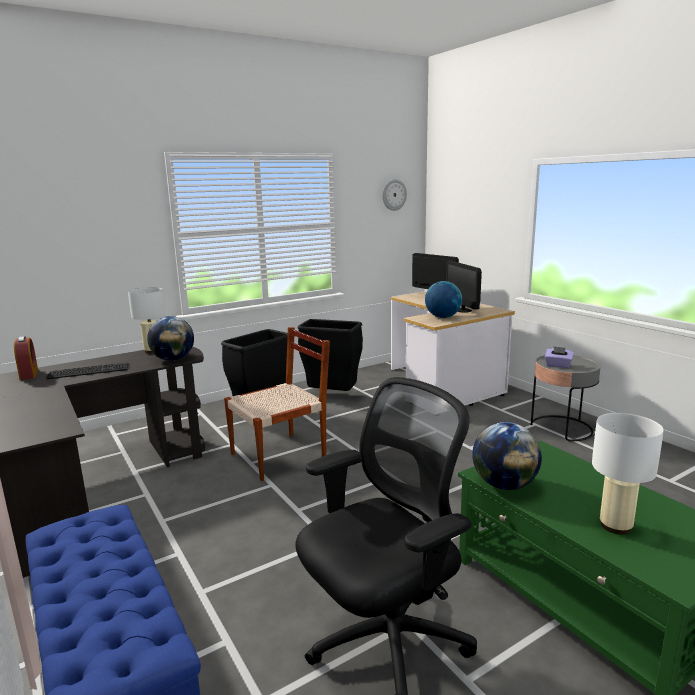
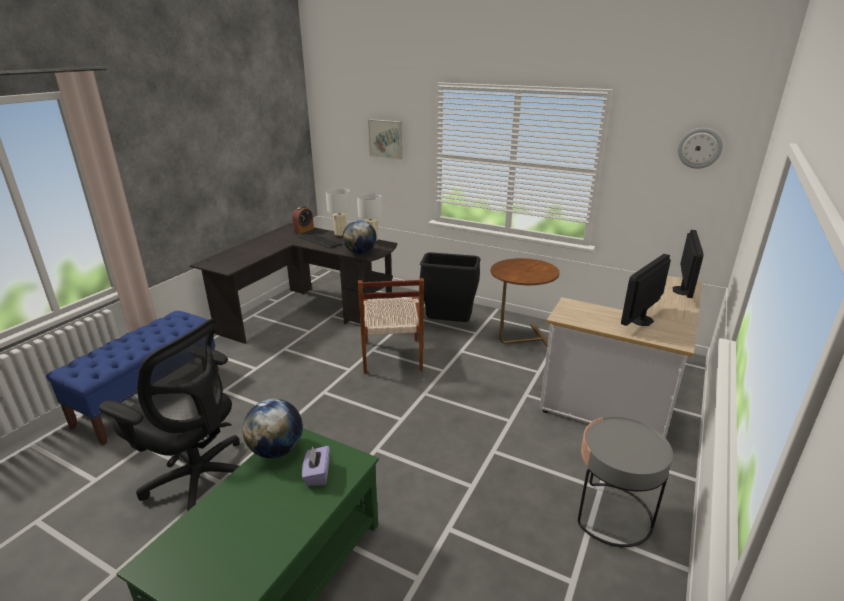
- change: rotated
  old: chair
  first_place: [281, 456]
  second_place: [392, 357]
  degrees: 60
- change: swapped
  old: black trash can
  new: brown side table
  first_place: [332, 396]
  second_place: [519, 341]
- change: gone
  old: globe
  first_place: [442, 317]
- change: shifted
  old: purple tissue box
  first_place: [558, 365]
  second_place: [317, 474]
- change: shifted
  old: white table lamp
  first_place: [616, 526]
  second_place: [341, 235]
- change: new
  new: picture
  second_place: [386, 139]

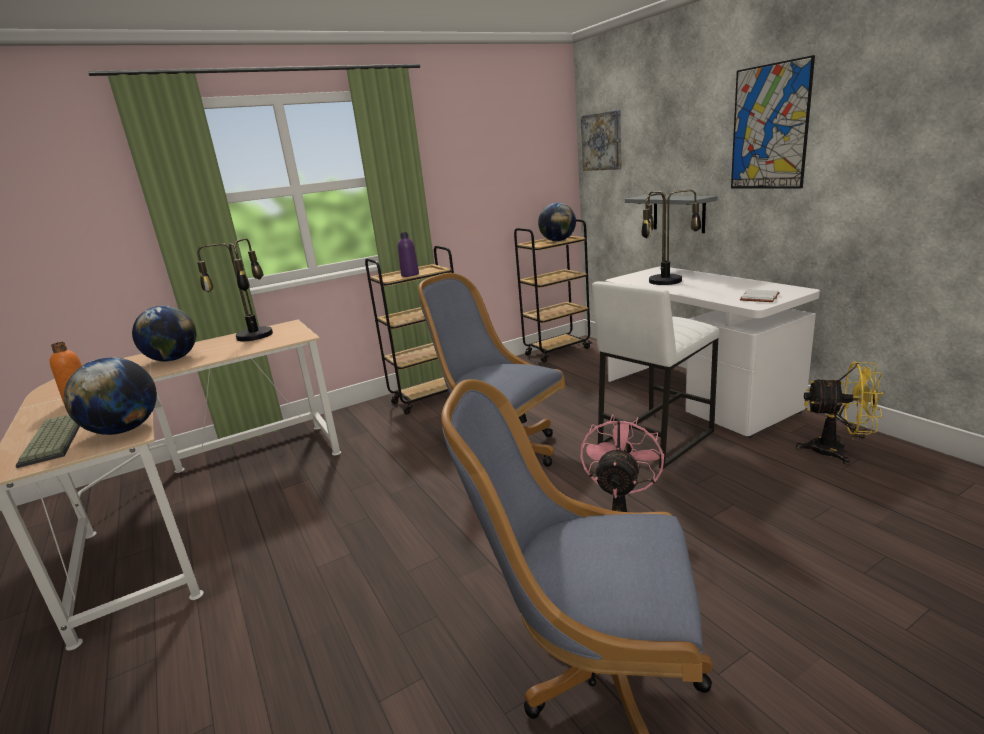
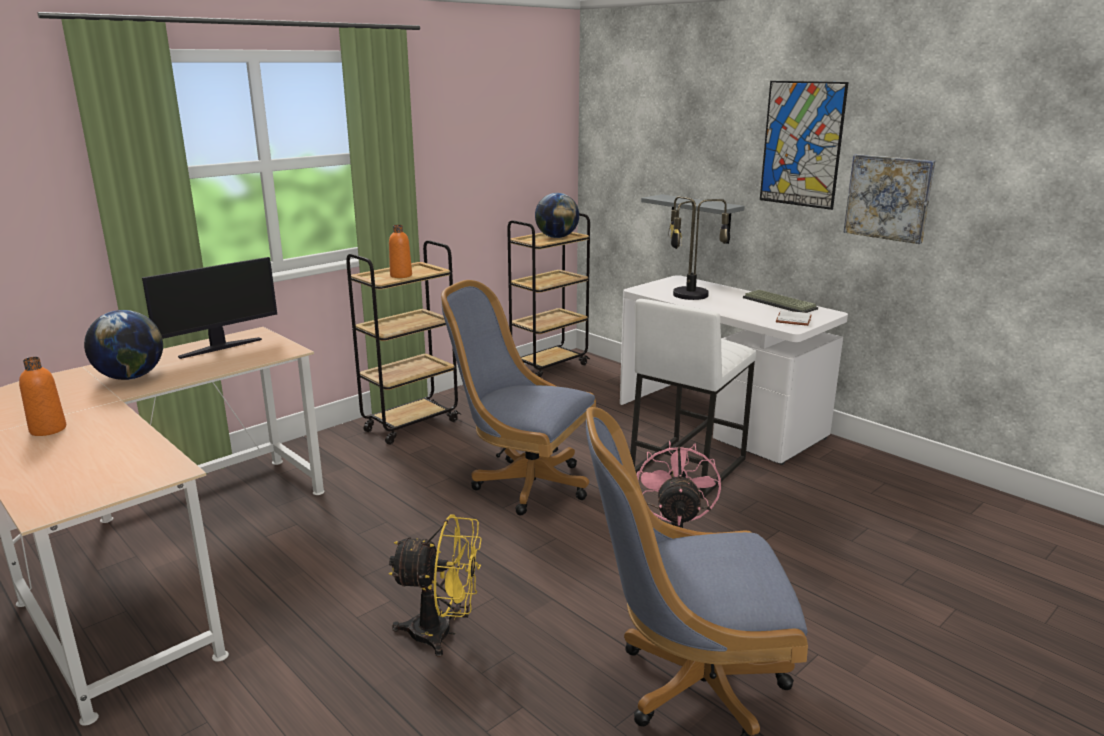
- change: shifted
  old: keyboard
  first_place: [56, 440]
  second_place: [781, 303]
- change: gone
  old: globe
  first_place: [124, 430]
- change: swapped
  old: table lamp
  new: monitor
  first_place: [254, 336]
  second_place: [220, 347]
- change: repainted
  old: purple bottle
  new: orange bottle
  first_place: [410, 275]
  second_place: [401, 275]
- change: shifted
  old: picture
  first_place: [602, 141]
  second_place: [889, 198]
- change: shifted
  old: yellow fan
  first_place: [837, 451]
  second_place: [442, 633]

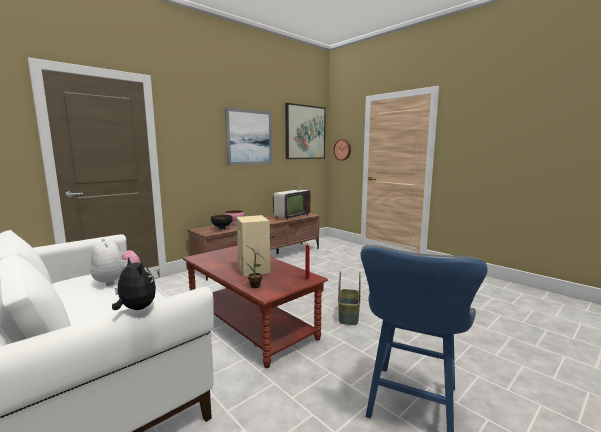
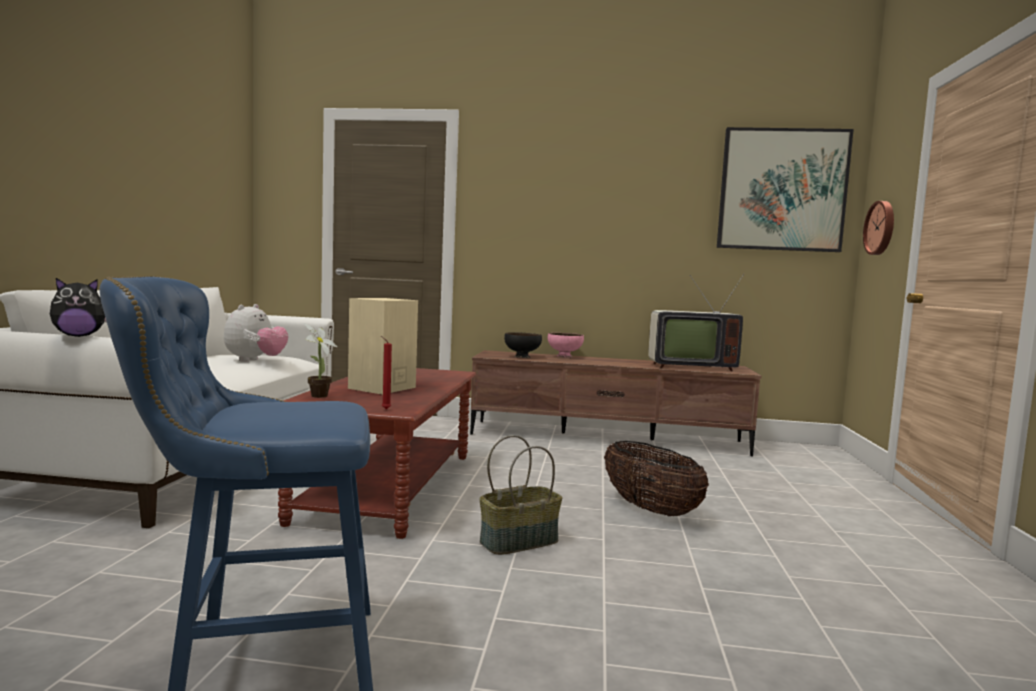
- change: rotated
  old: plush toy
  first_place: [136, 309]
  second_place: [79, 336]
  degrees: 60
- change: gone
  old: picture
  first_place: [249, 137]
- change: new
  new: basket
  second_place: [650, 509]

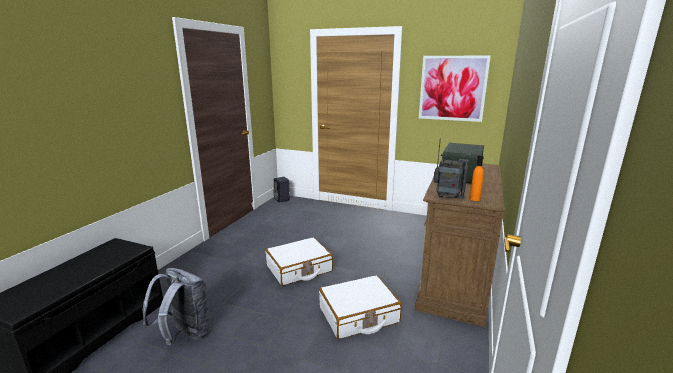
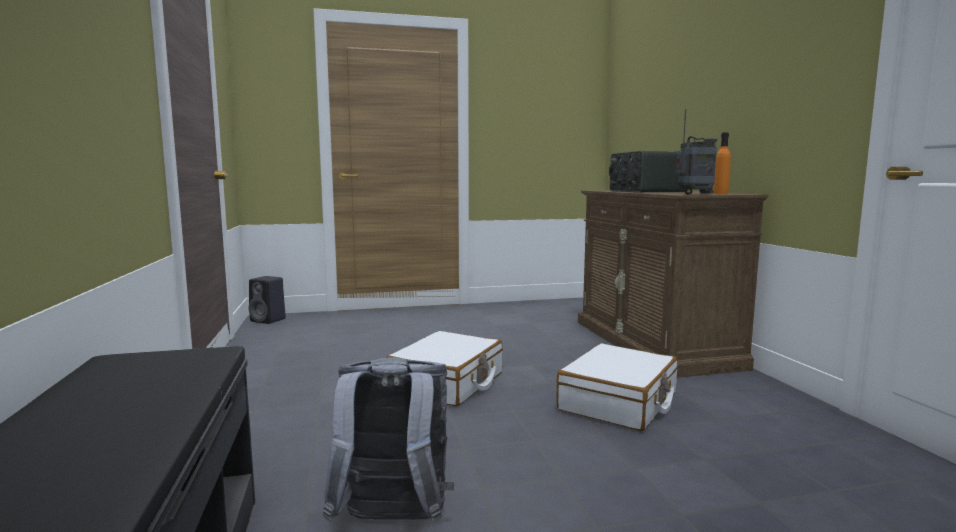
- change: gone
  old: picture
  first_place: [452, 88]

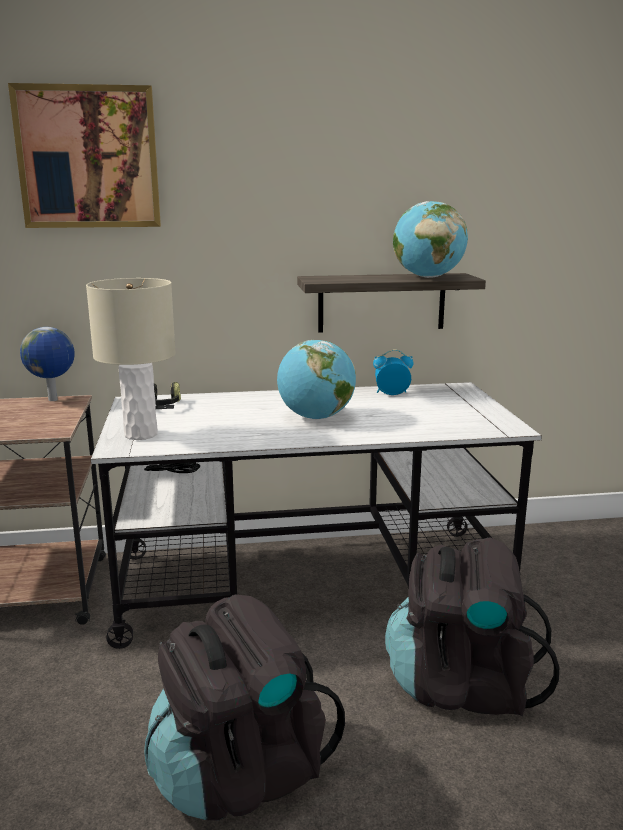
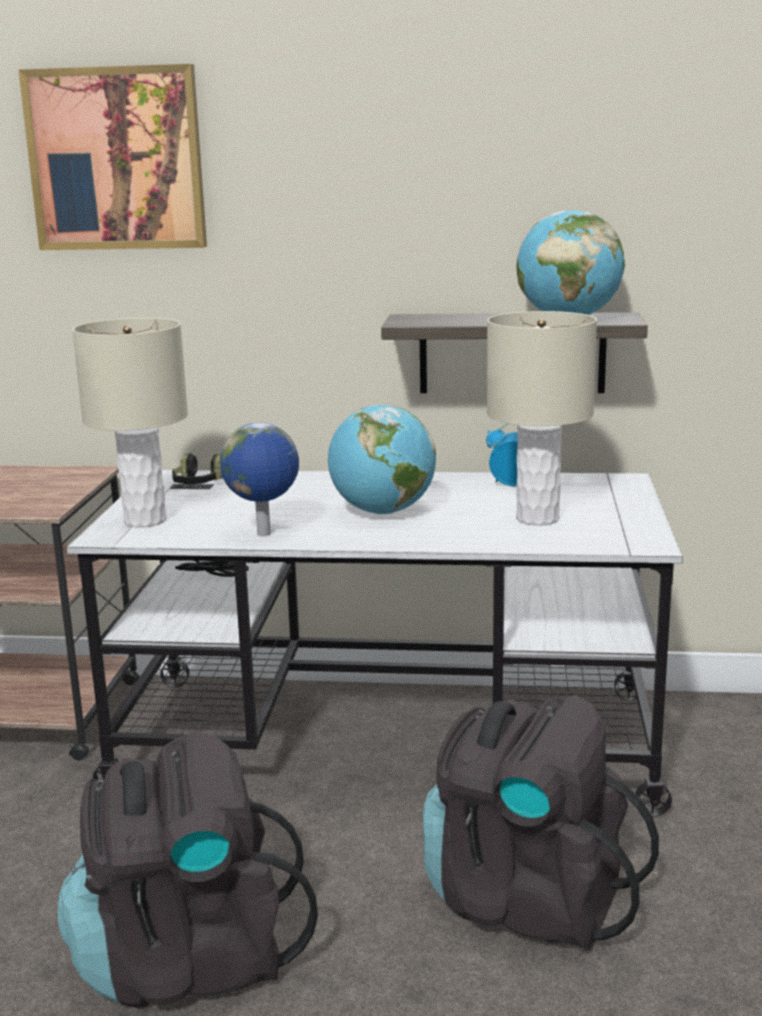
- change: shifted
  old: globe
  first_place: [53, 400]
  second_place: [264, 534]
- change: new
  new: beige table lamp
  second_place: [538, 519]

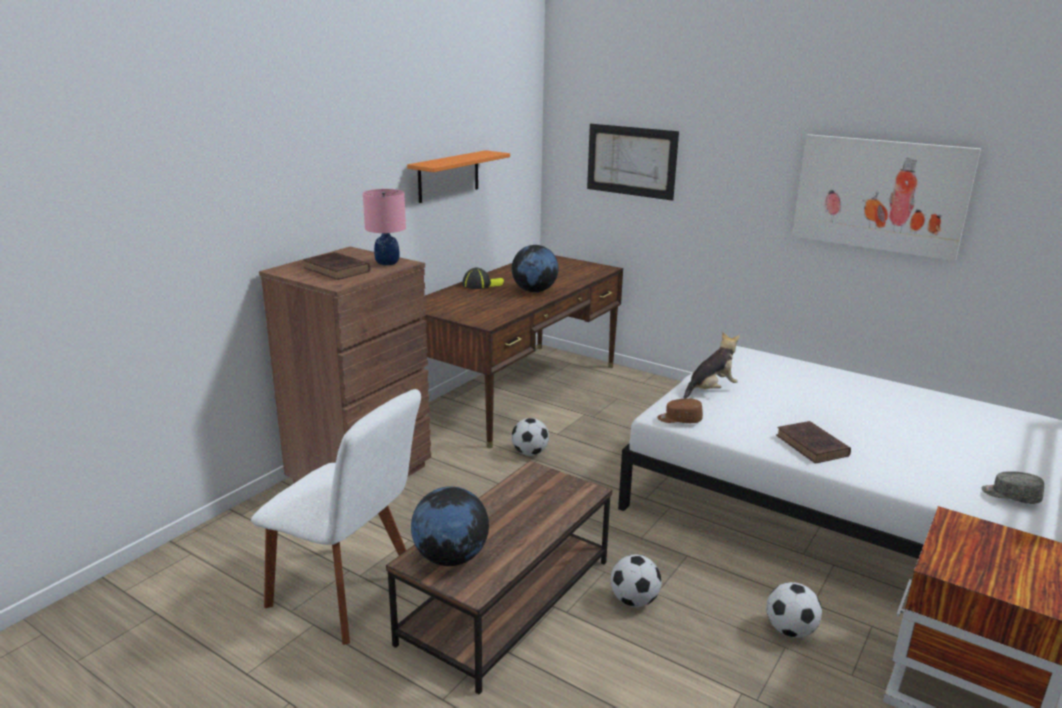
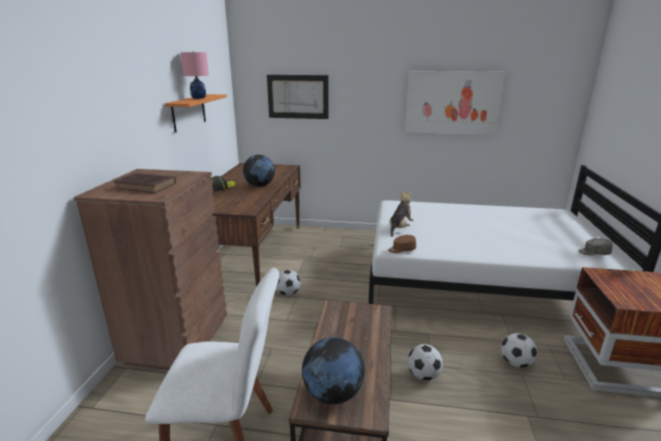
- change: shifted
  old: pink table lamp
  first_place: [388, 263]
  second_place: [199, 98]
- change: gone
  old: brown book
  first_place: [813, 446]

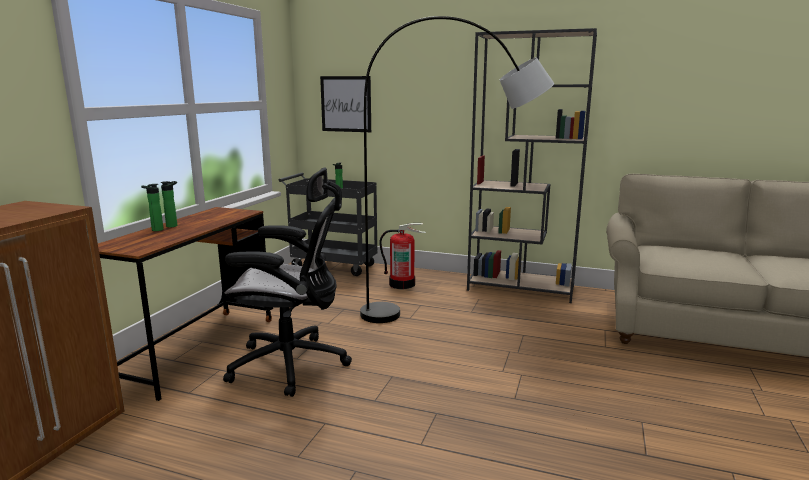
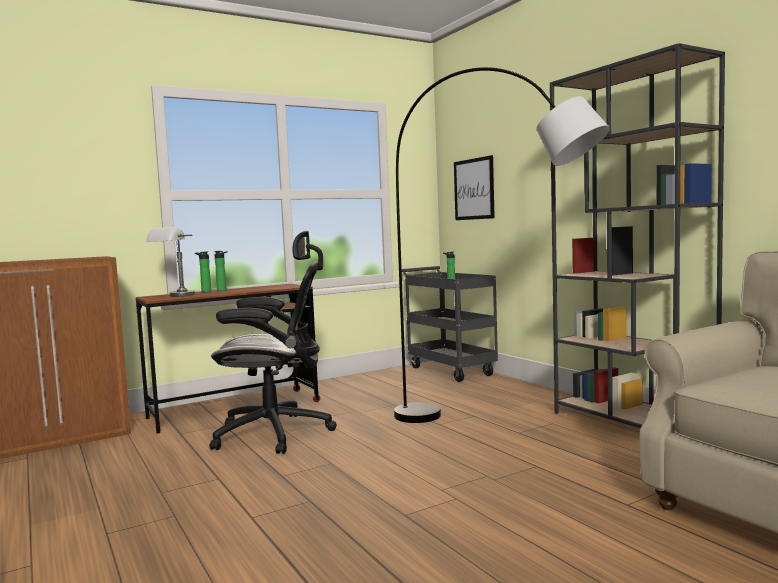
- change: rotated
  old: office chair
  first_place: [290, 364]
  second_place: [274, 433]
  degrees: -45
- change: gone
  old: fire extinguisher
  first_place: [402, 284]
- change: new
  new: grey table lamp
  second_place: [176, 296]

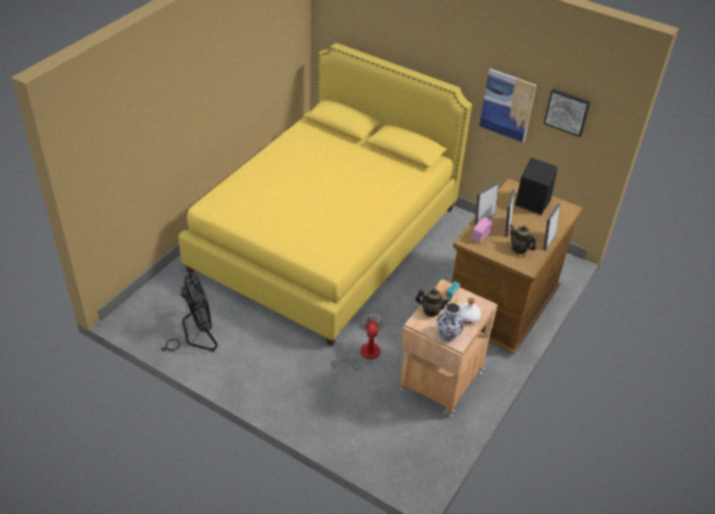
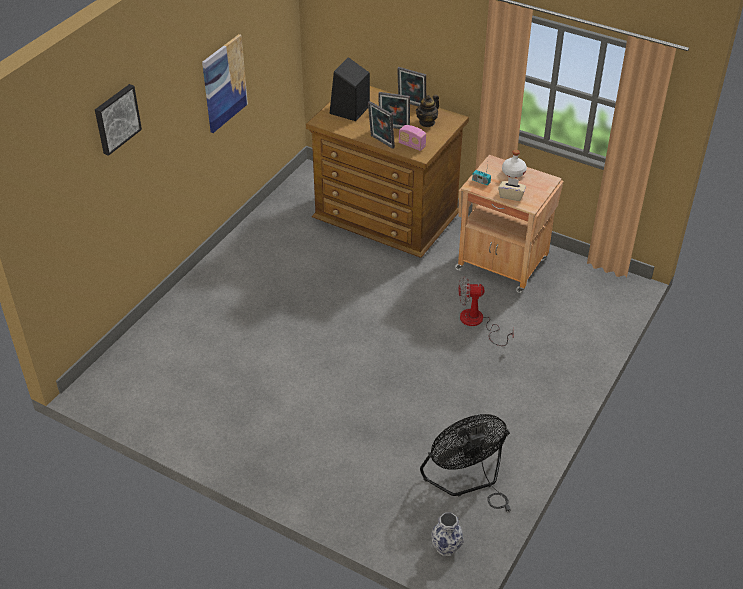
- change: gone
  old: yellow bed
  first_place: [326, 239]
- change: swapped
  old: teapot
  new: beige tissue box
  first_place: [431, 311]
  second_place: [511, 196]
- change: shifted
  old: vase
  first_place: [448, 335]
  second_place: [446, 547]
- change: shifted
  old: picture
  first_place: [567, 111]
  second_place: [116, 118]

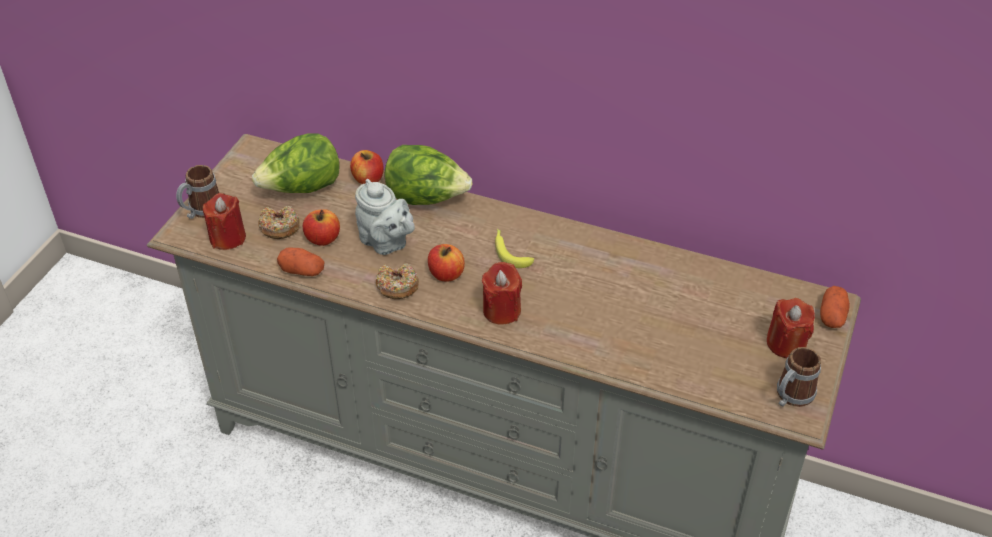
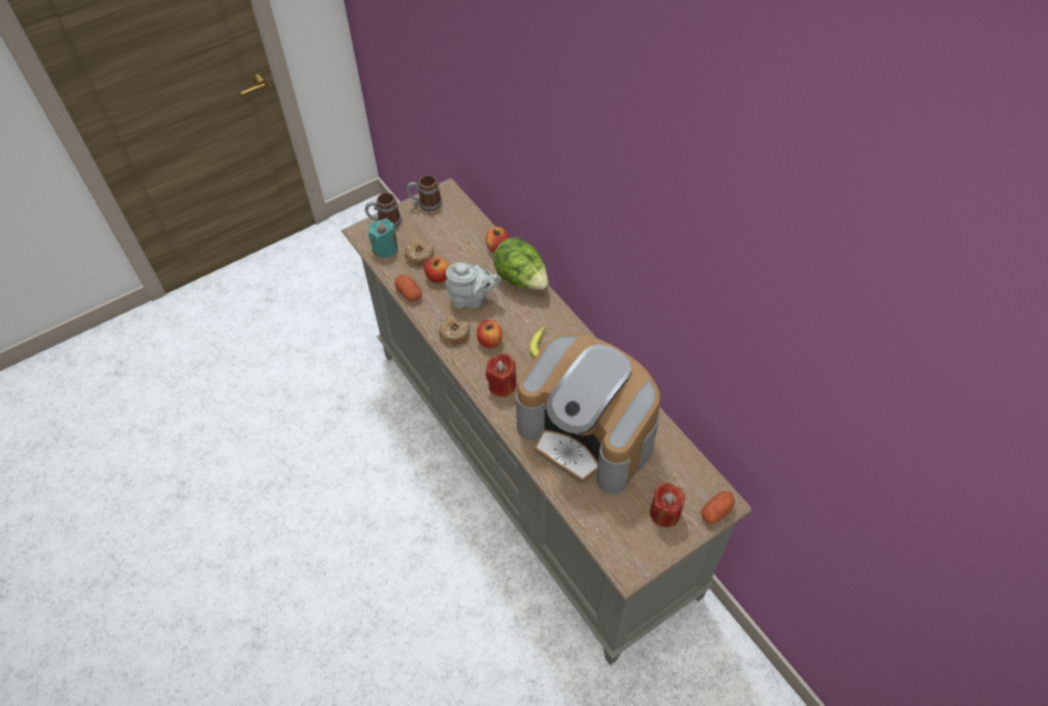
- change: repainted
  old: red candle
  new: turquoise candle
  first_place: [227, 238]
  second_place: [385, 248]
- change: gone
  old: lettuce
  first_place: [302, 189]
- change: rotated
  old: grey teapot
  first_place: [386, 243]
  second_place: [472, 299]
  degrees: -75
- change: shifted
  old: mug
  first_place: [790, 397]
  second_place: [425, 204]
- change: new
  new: coffee machine
  second_place: [588, 434]

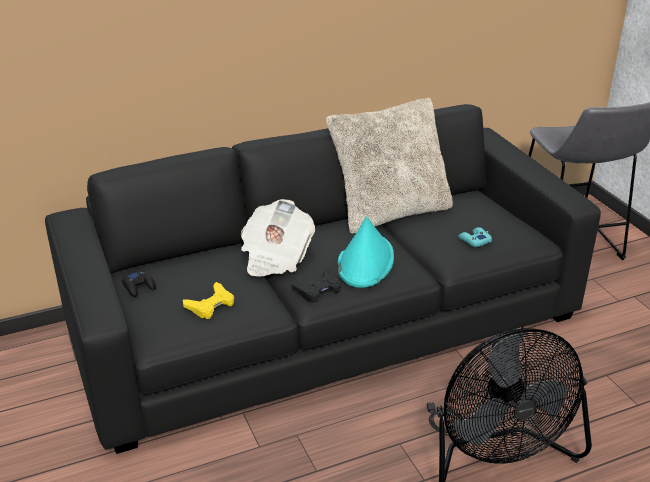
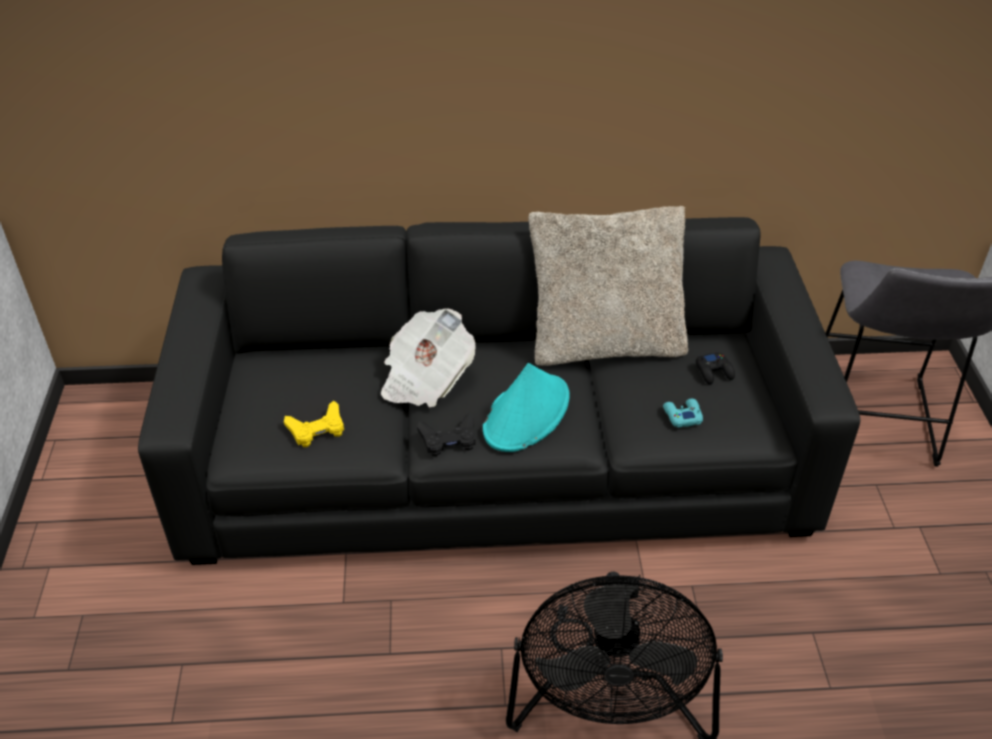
- change: shifted
  old: black game controller
  first_place: [139, 286]
  second_place: [714, 372]

